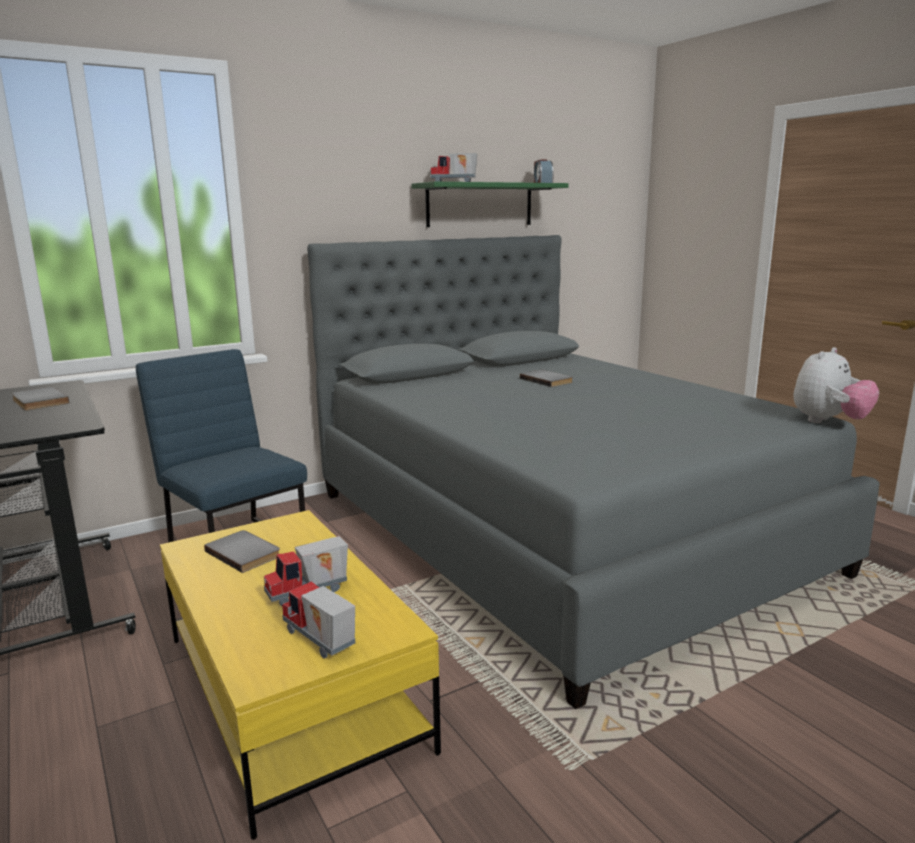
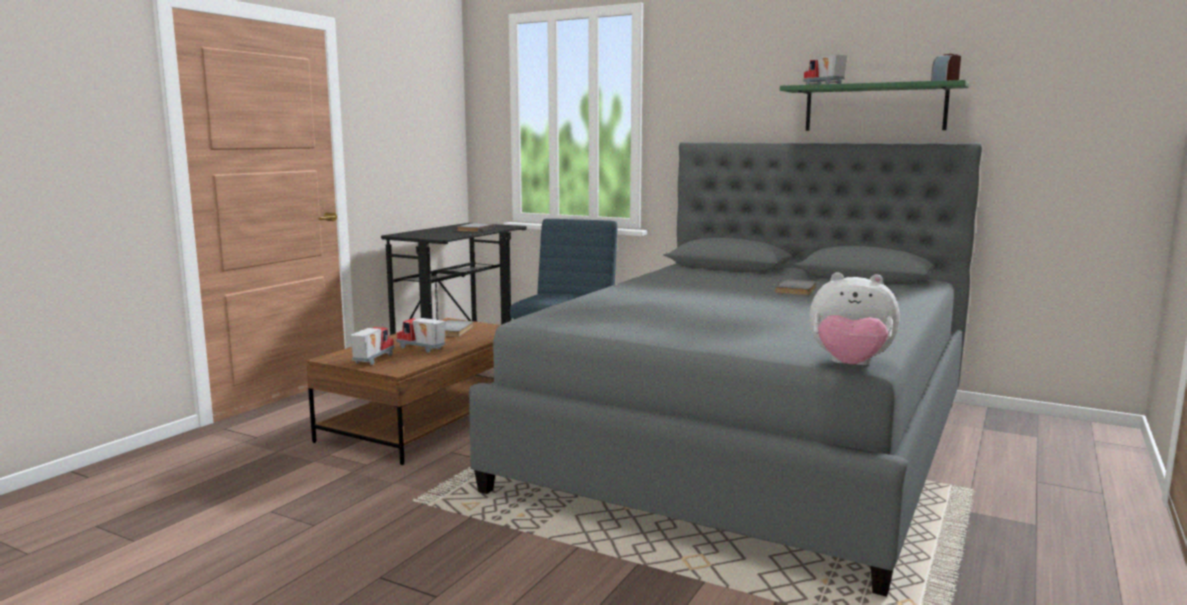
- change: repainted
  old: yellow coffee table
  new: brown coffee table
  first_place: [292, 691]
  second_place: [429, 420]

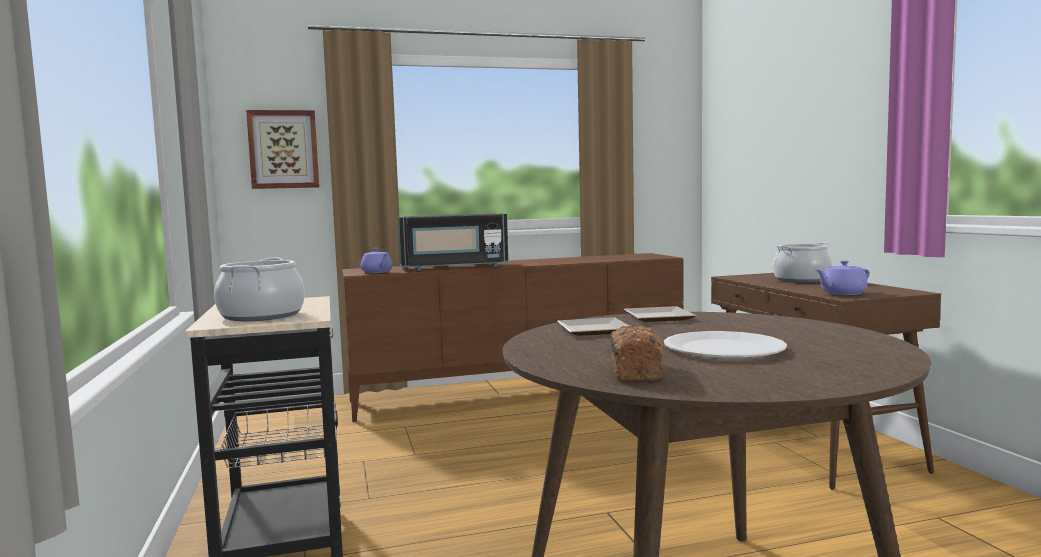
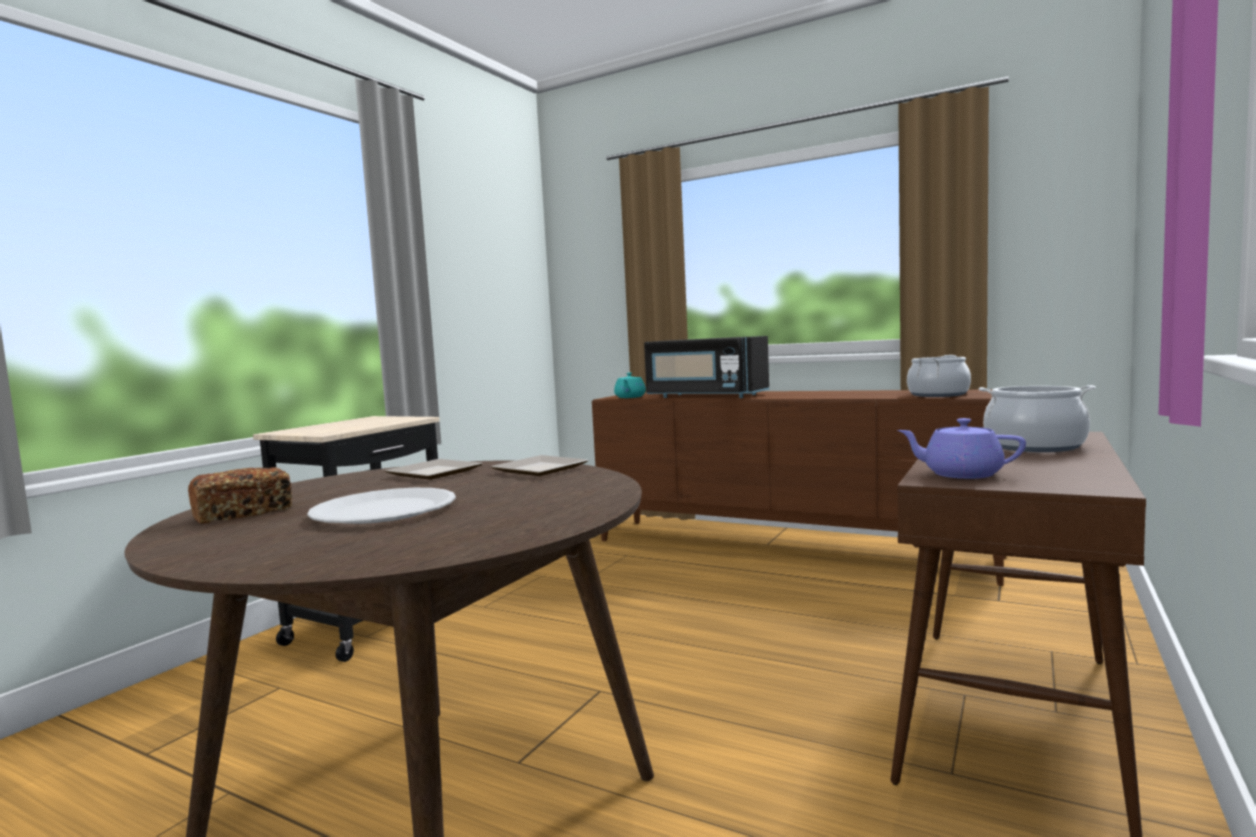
- change: shifted
  old: cooking pot
  first_place: [261, 316]
  second_place: [938, 394]
- change: gone
  old: picture
  first_place: [283, 149]
- change: repainted
  old: purple teapot
  new: turquoise teapot
  first_place: [377, 272]
  second_place: [630, 397]

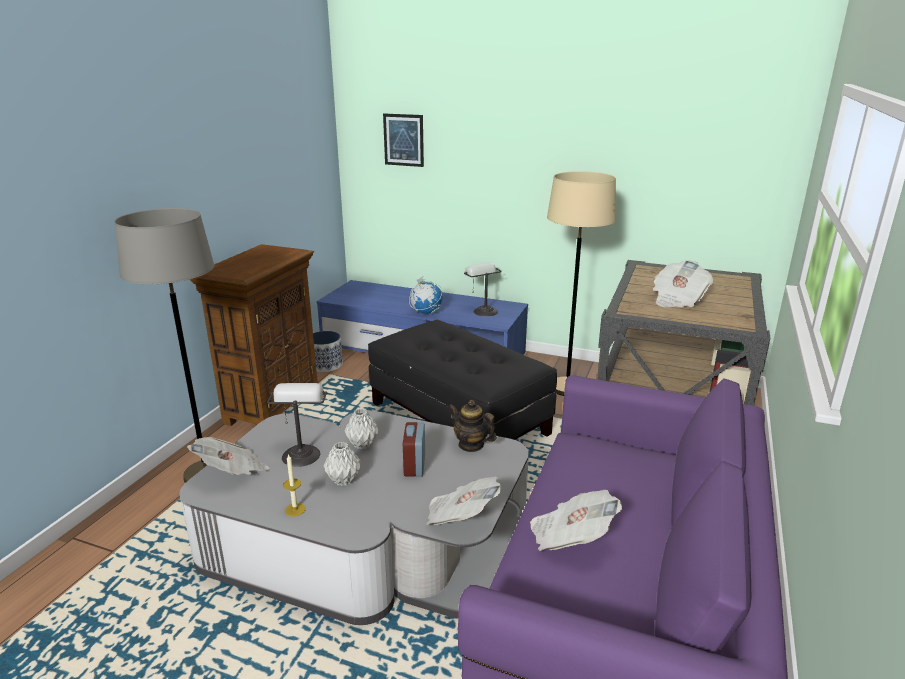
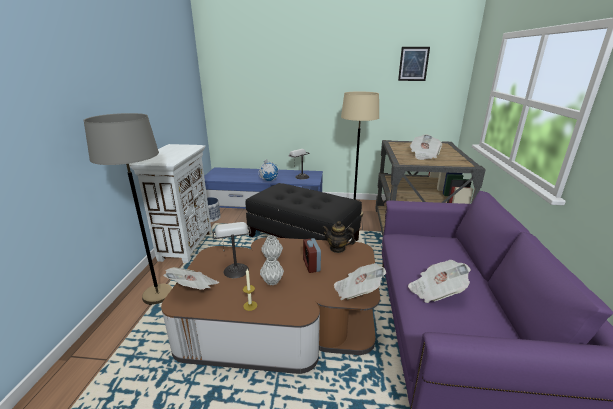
- change: repainted
  old: grey coffee table
  new: brown coffee table
  first_place: [367, 538]
  second_place: [282, 316]
- change: repainted
  old: brown cabinet
  new: white cabinet
  first_place: [272, 405]
  second_place: [186, 245]
- change: shifted
  old: picture
  first_place: [403, 140]
  second_place: [413, 64]

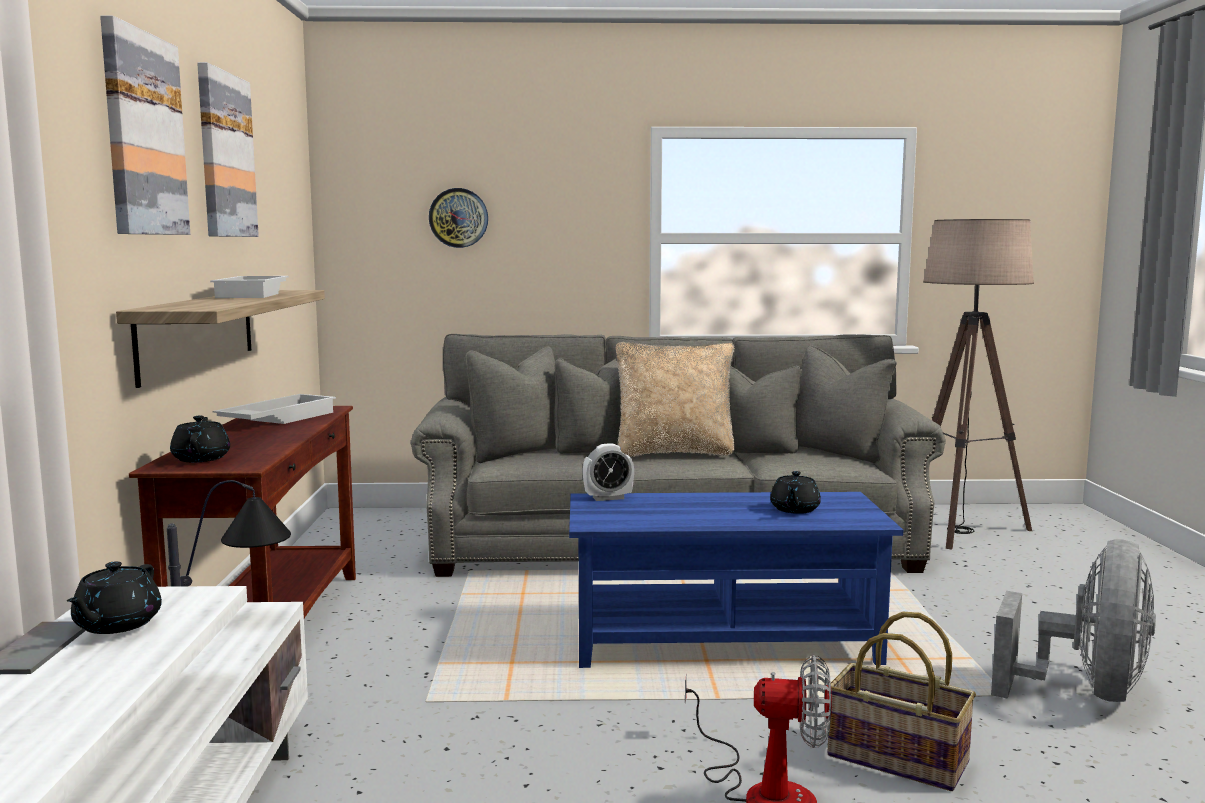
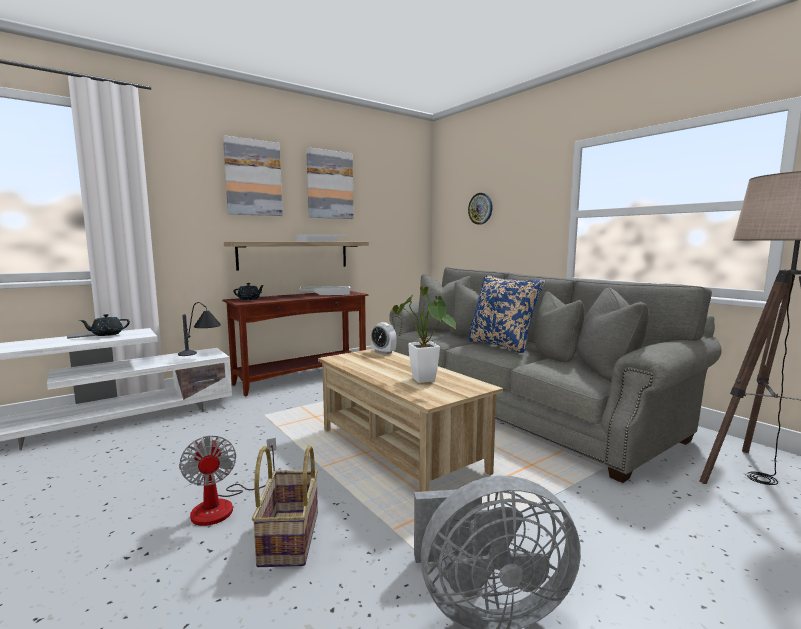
- change: repainted
  old: blue coffee table
  new: beige coffee table
  first_place: [723, 639]
  second_place: [400, 450]
- change: repainted
  old: beige pillow
  new: blue pillow
  first_place: [675, 454]
  second_place: [501, 347]
- change: swapped
  old: black teapot
  new: potted plant
  first_place: [794, 510]
  second_place: [425, 381]

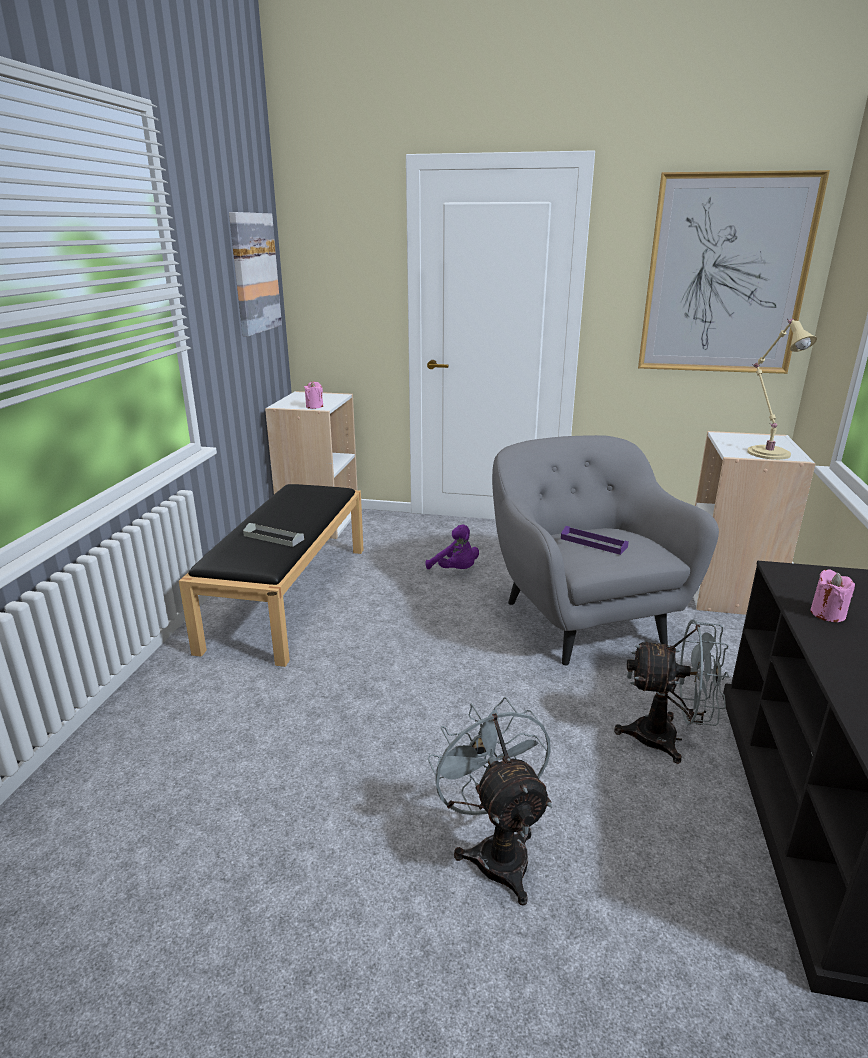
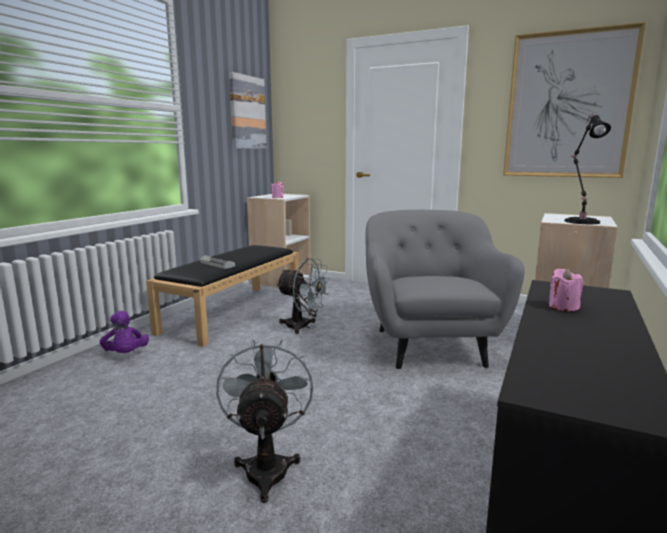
- change: shifted
  old: purple plush toy
  first_place: [455, 571]
  second_place: [126, 355]
- change: gone
  old: purple tray
  first_place: [593, 543]
- change: shifted
  old: grey fan
  first_place: [667, 738]
  second_place: [303, 327]
- change: repainted
  old: beige table lamp
  new: black table lamp
  first_place: [766, 452]
  second_place: [580, 221]

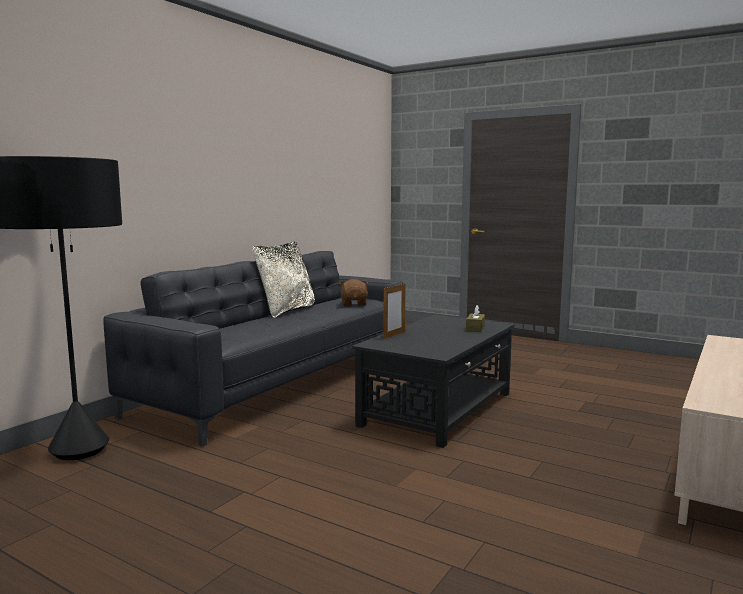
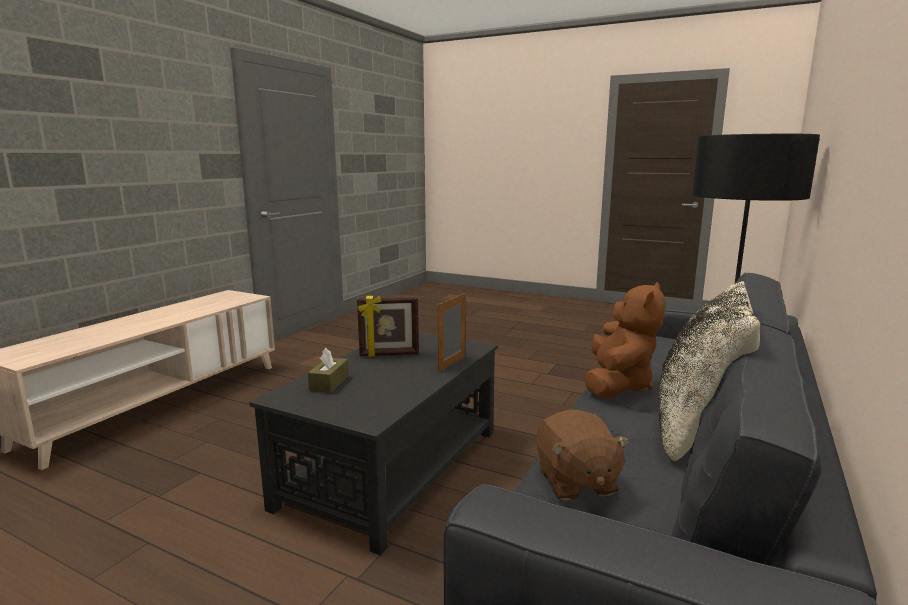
- change: new
  new: picture frame
  second_place: [389, 354]
- change: new
  new: brown plush toy
  second_place: [617, 385]

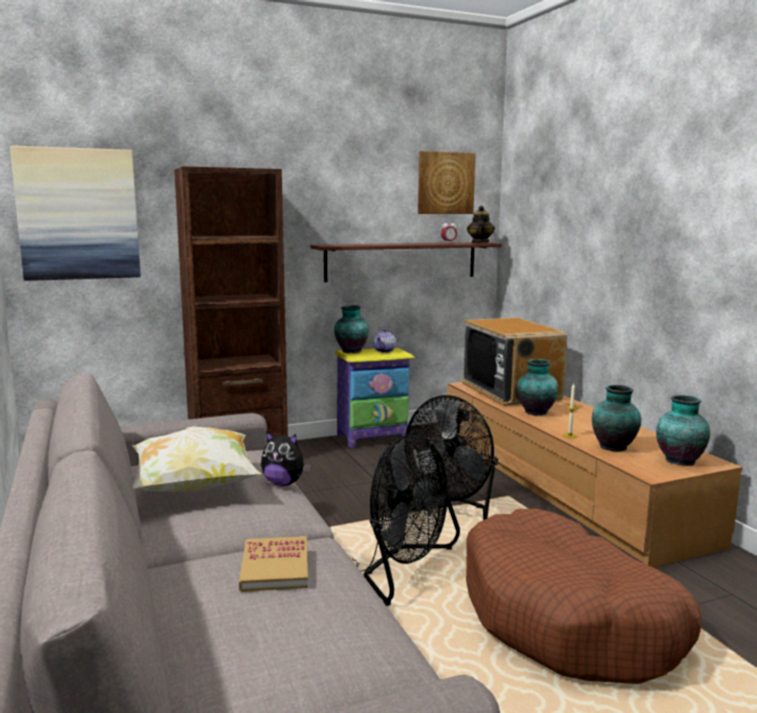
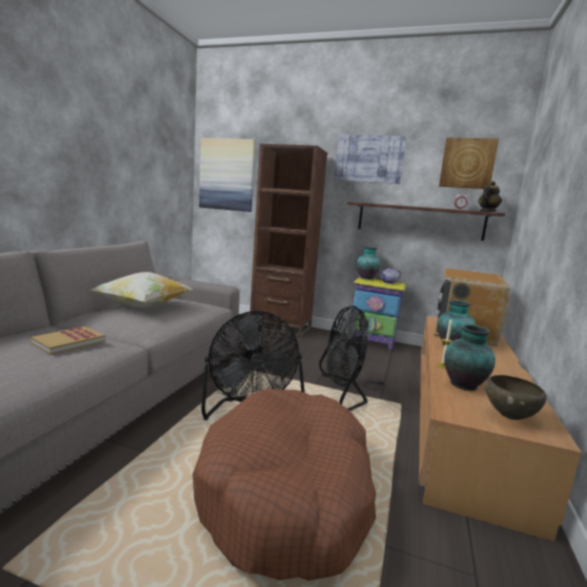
- change: gone
  old: plush toy
  first_place: [284, 483]
- change: swapped
  old: vase
  new: brown bowl
  first_place: [679, 460]
  second_place: [509, 417]
- change: new
  new: picture
  second_place: [369, 159]

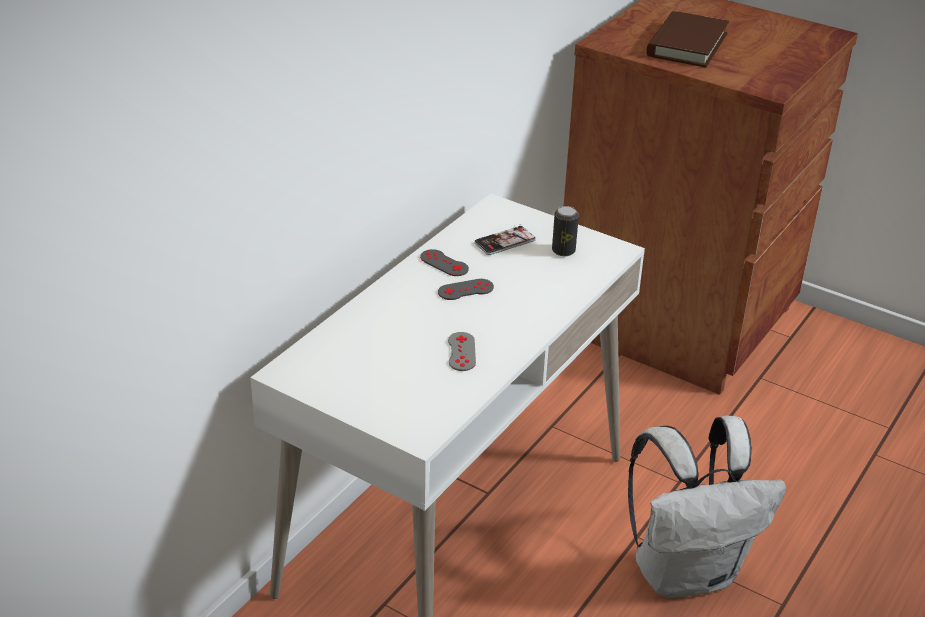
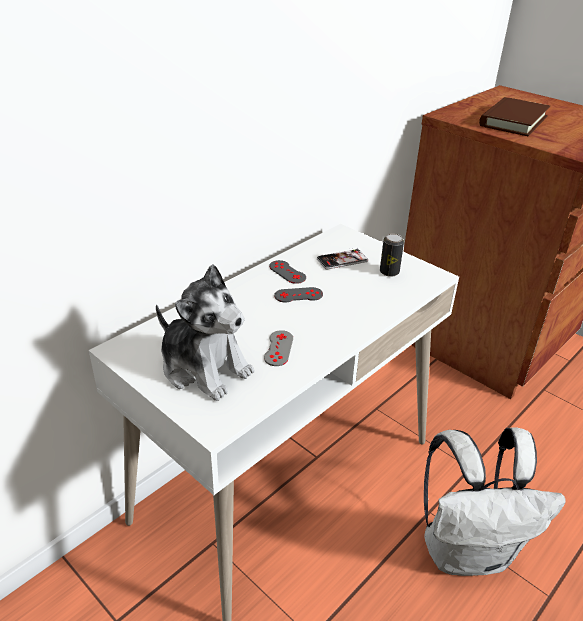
- change: new
  new: plush toy
  second_place: [204, 368]

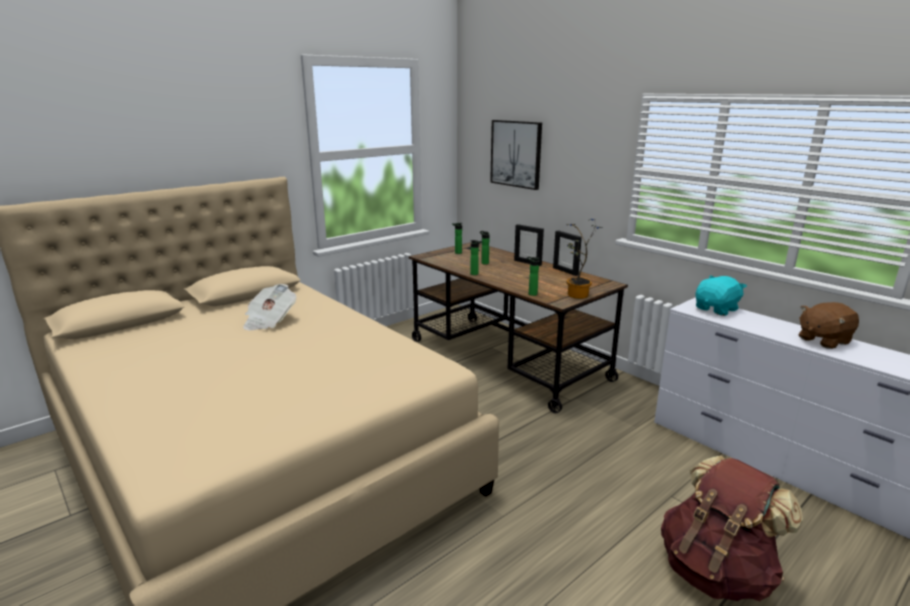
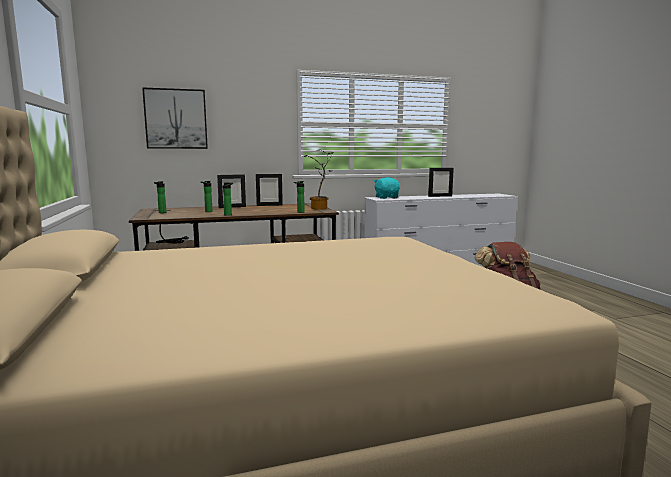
- change: gone
  old: newspaper
  first_place: [269, 321]
- change: swapped
  old: brown plush toy
  new: picture frame
  first_place: [823, 340]
  second_place: [440, 196]

